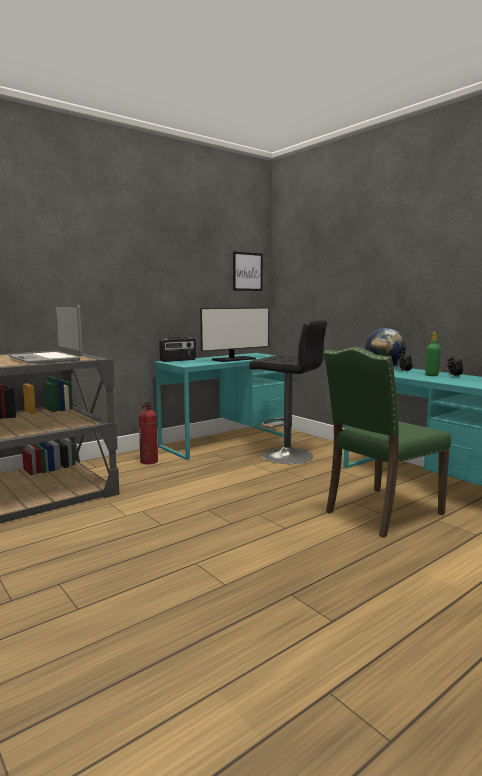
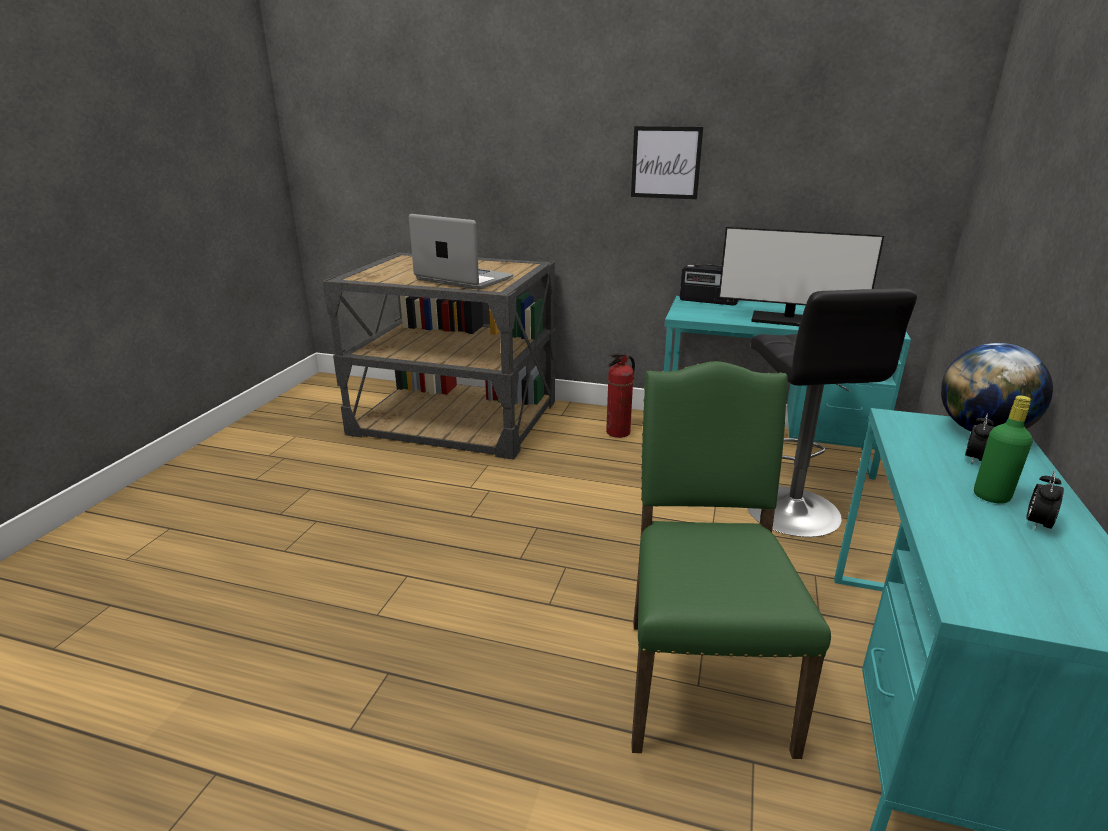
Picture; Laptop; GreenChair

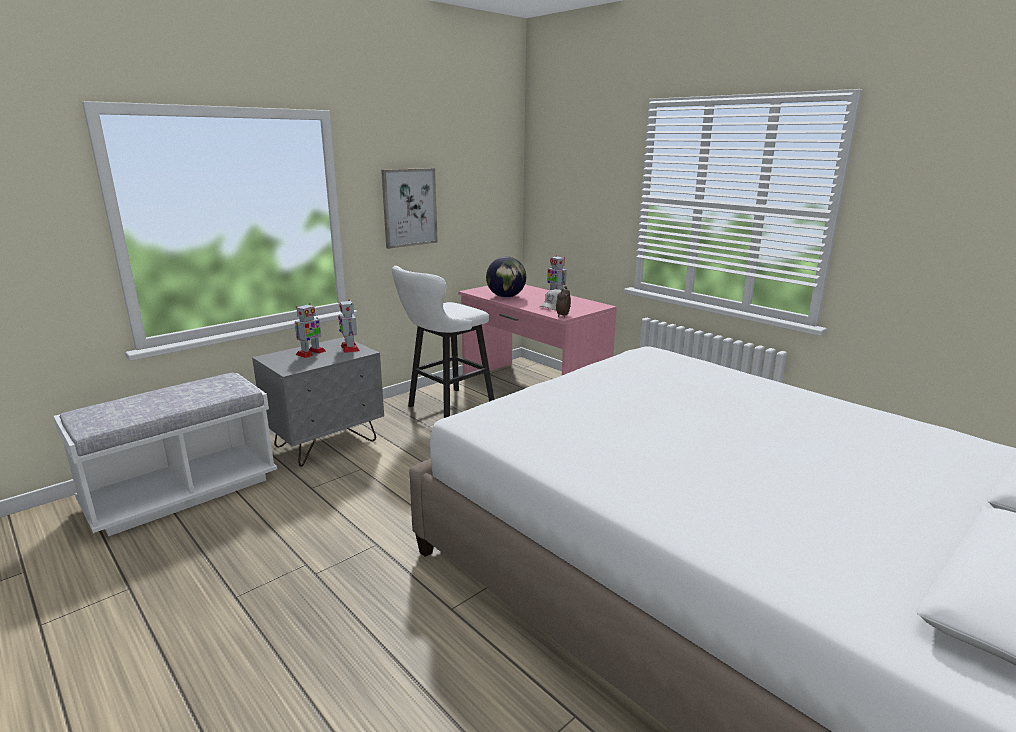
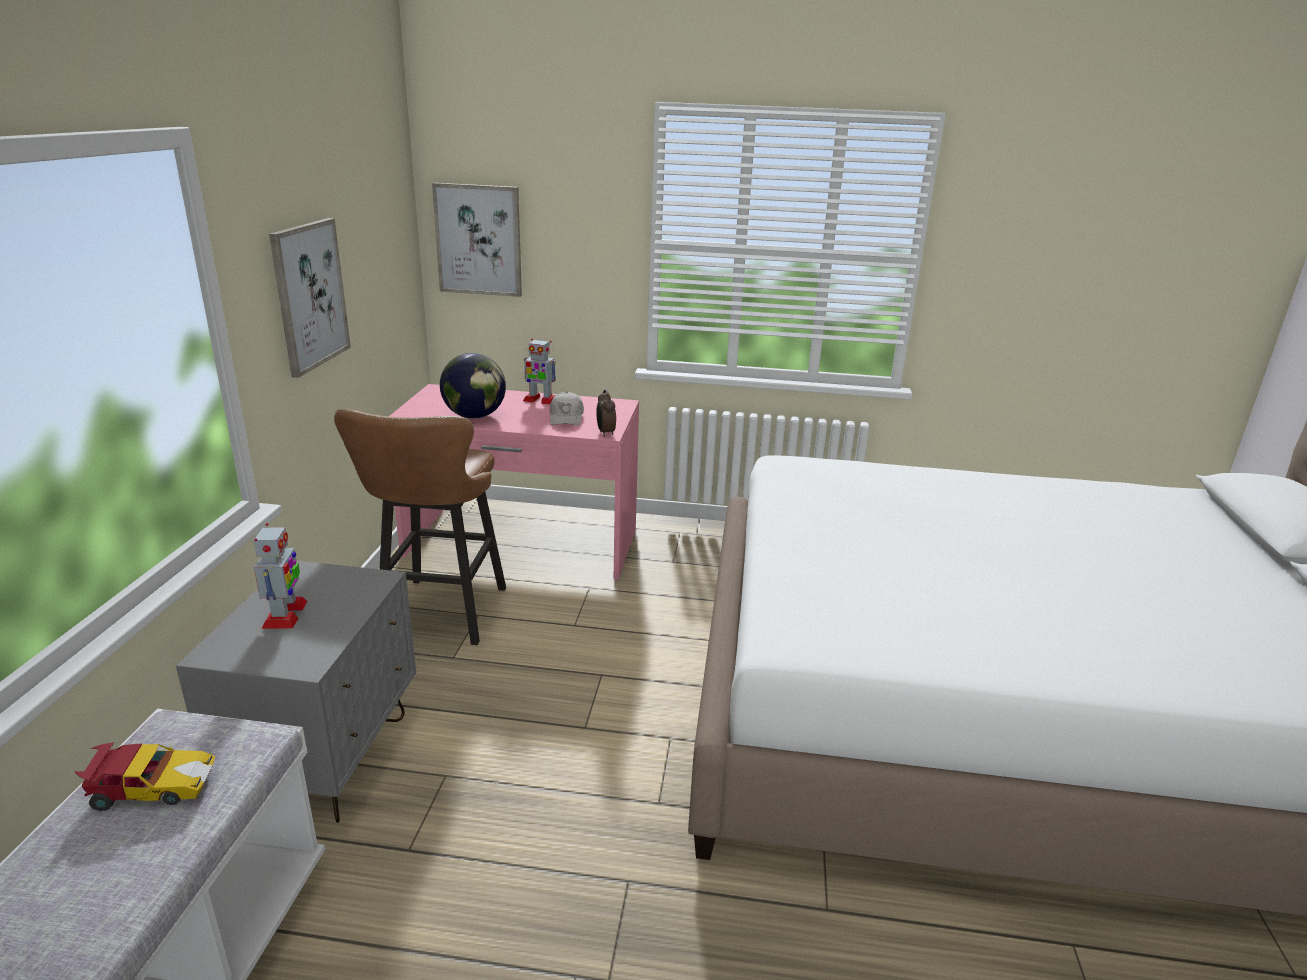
ToyRobot (2nd from left in the first image); ToyCar; Picture (2nd from left); BrownStool

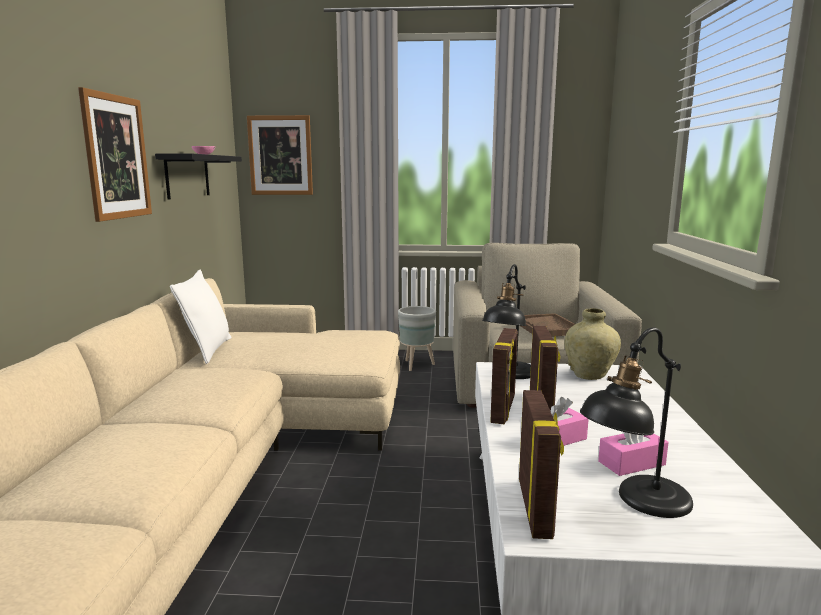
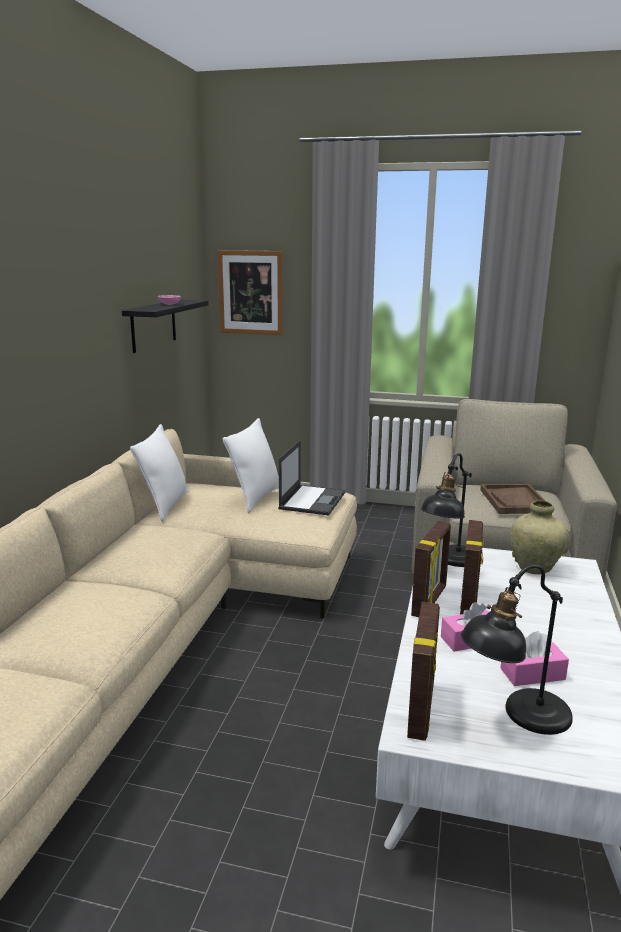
Picture (1st from left in the first image); GreyPlanter; WhitePillow (2nd from left); Laptop

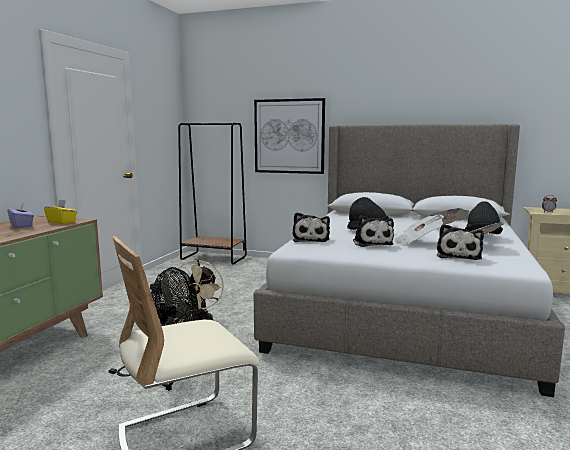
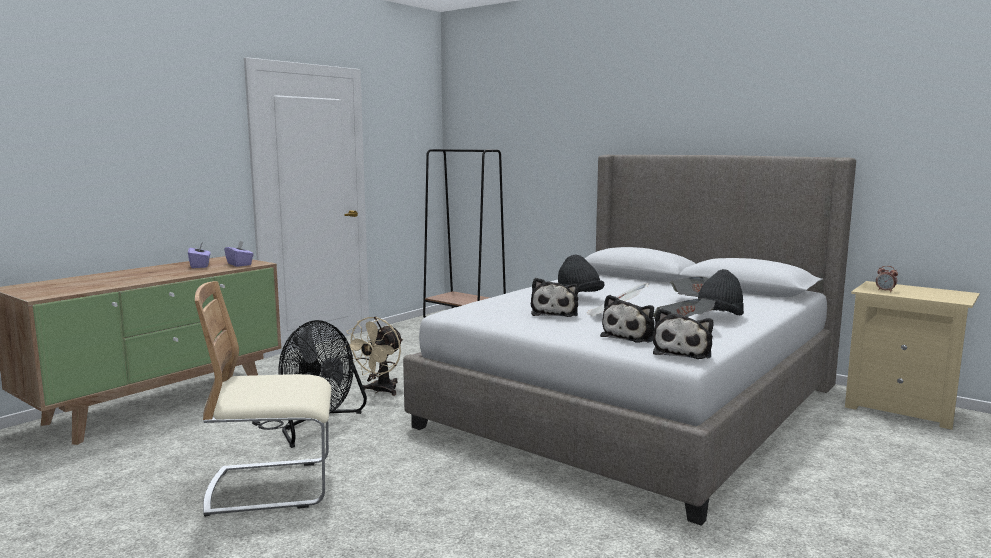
Picture; PlushToy (3rd from left); PurpleTissueBox (2nd from left)

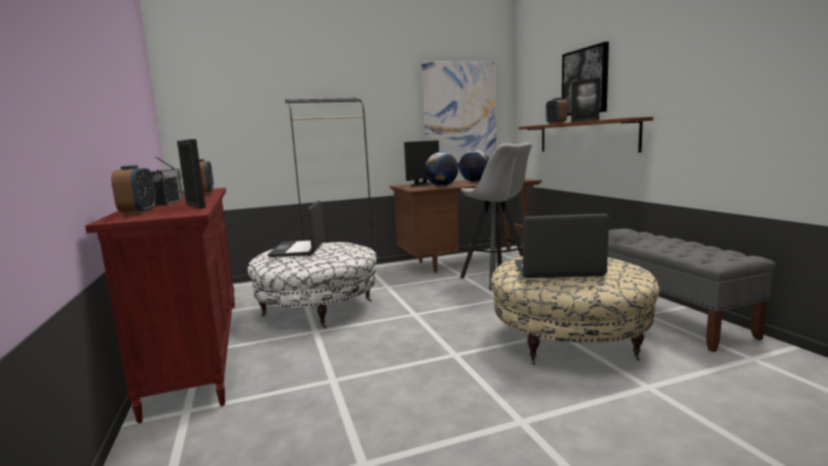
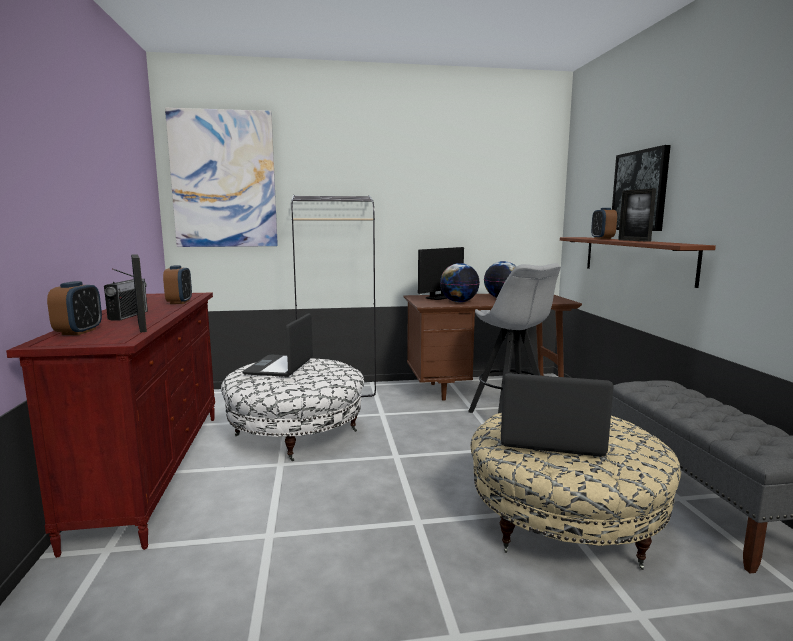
Picture (1st from left)

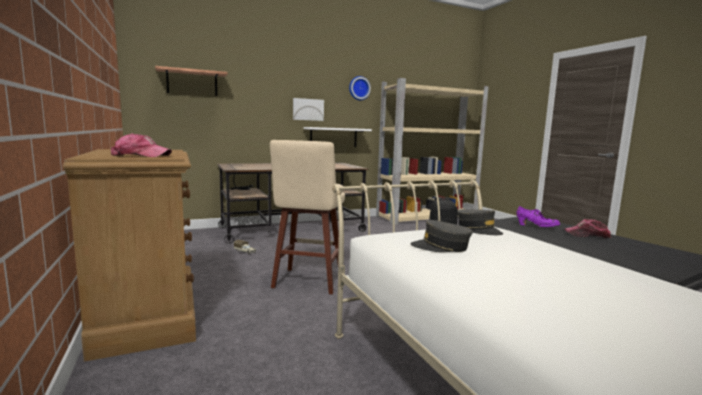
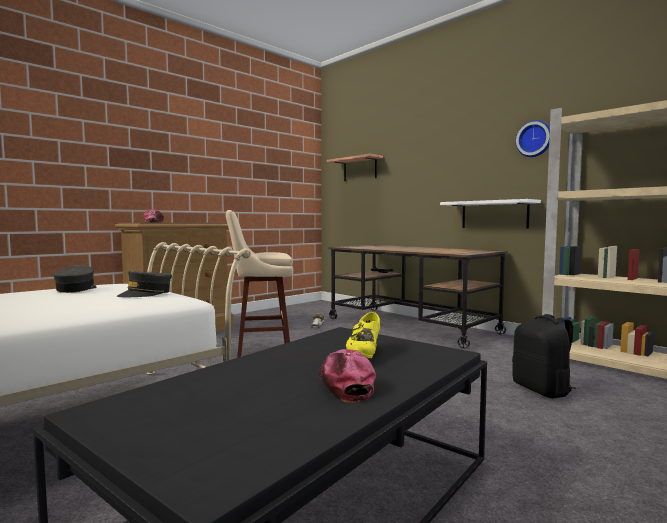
Picture; YellowShoe

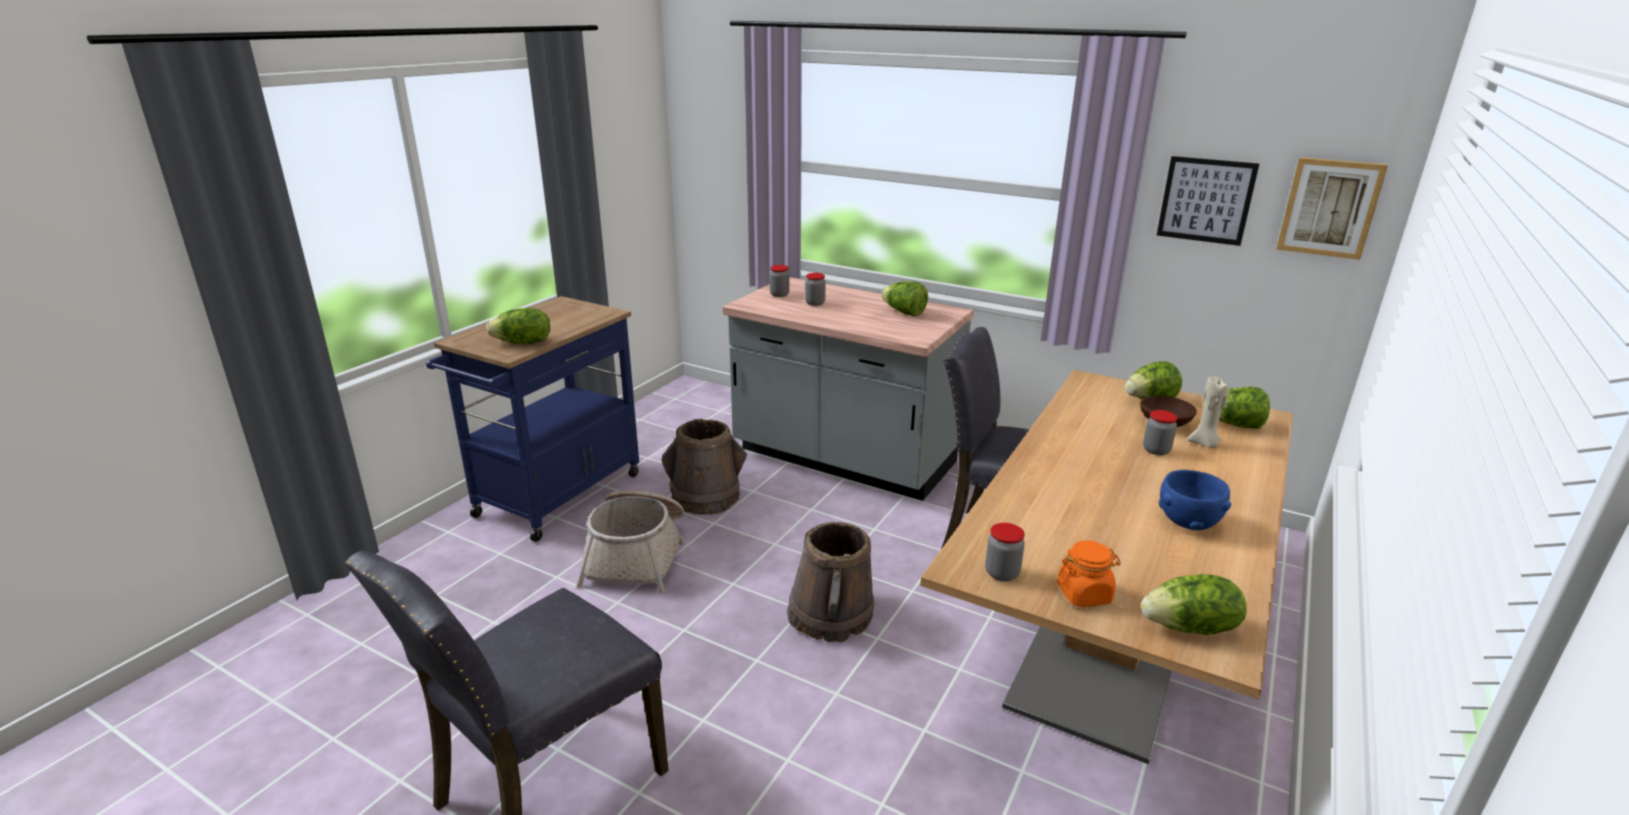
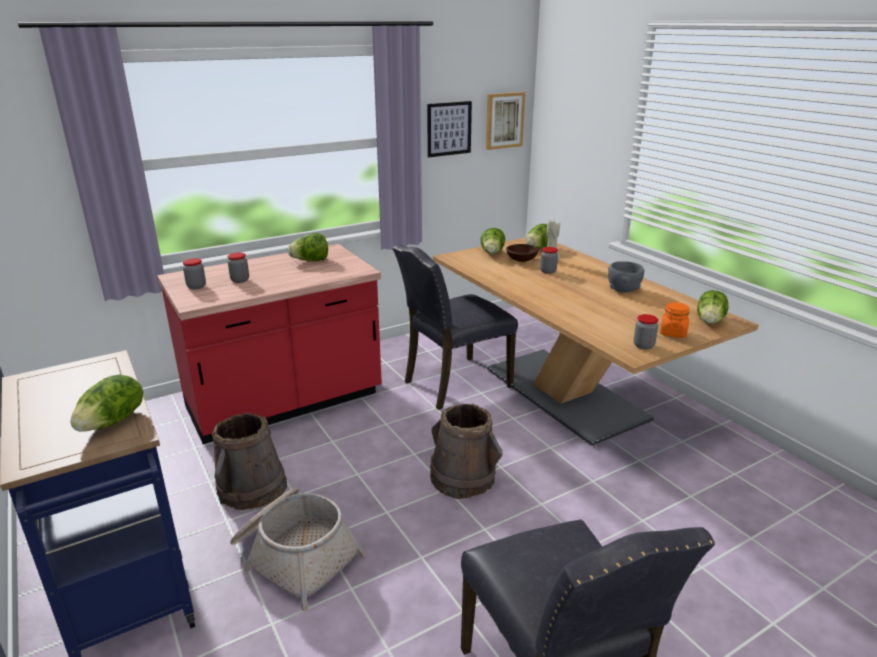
RedCounter; GreyBowl

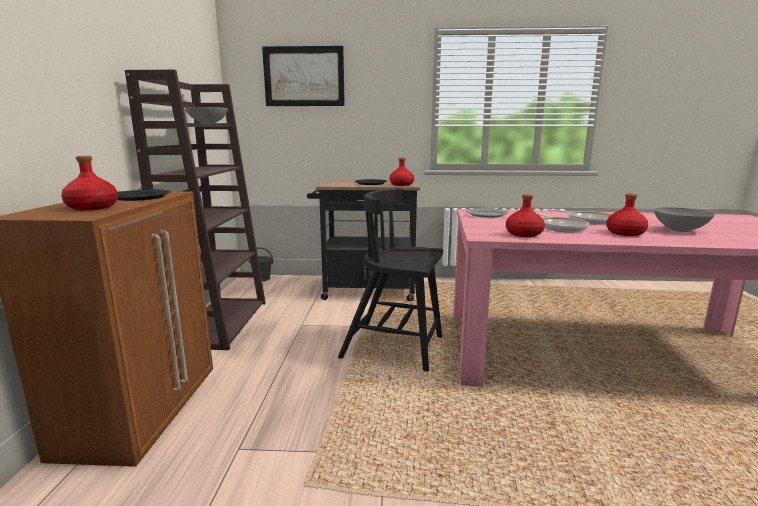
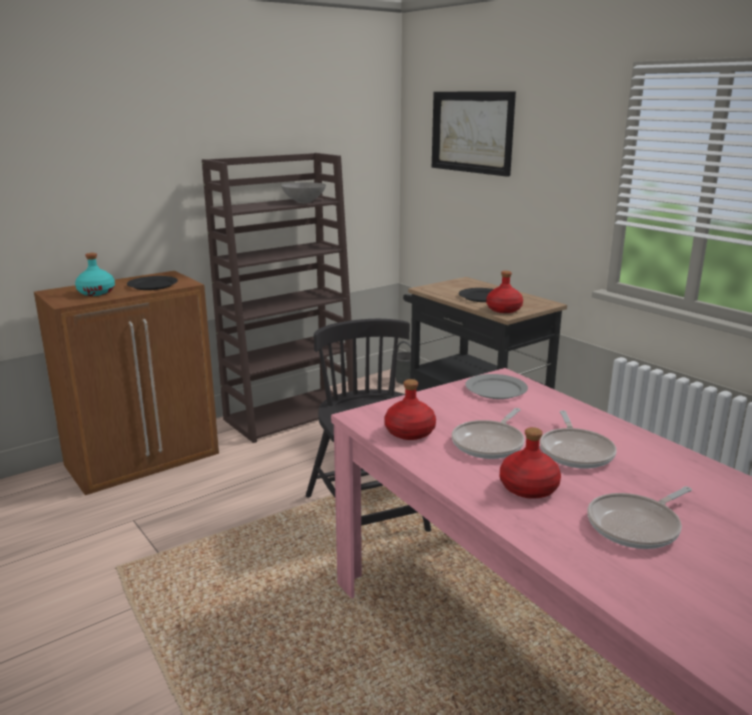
FryingPan (3rd from left); TurquoiseBottle

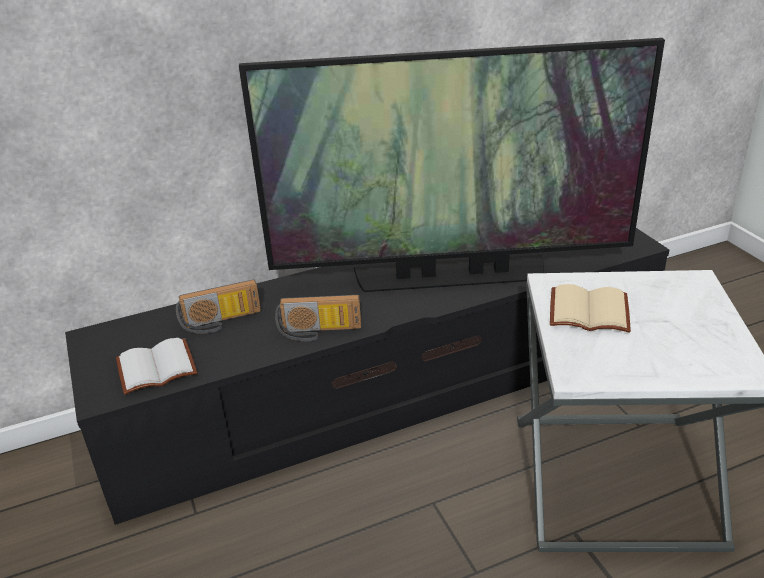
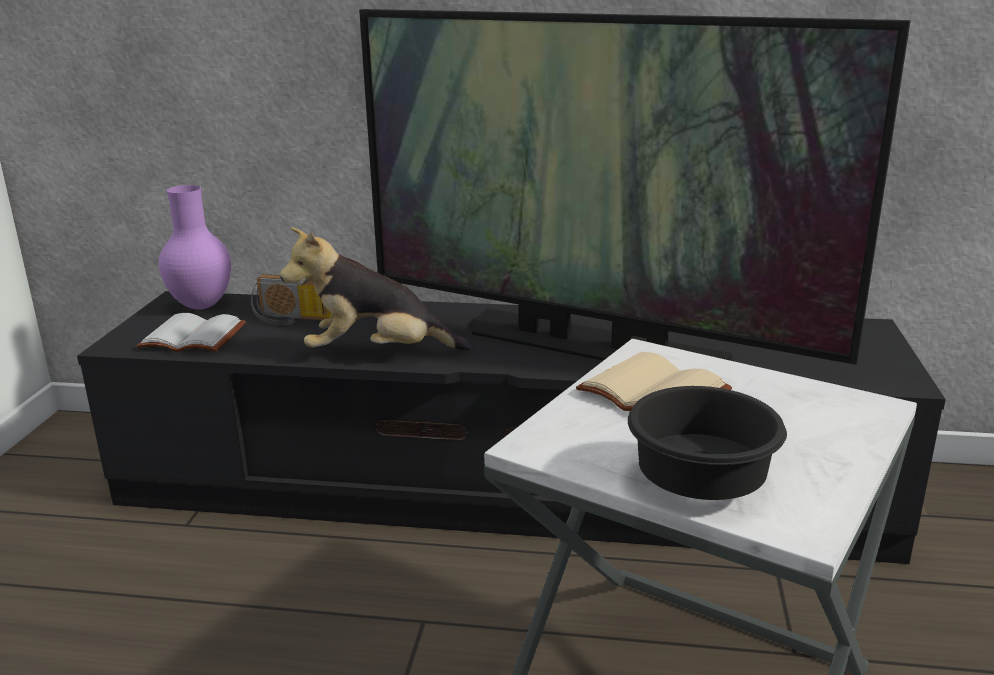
PurpleVase; BlackBowl; PlushToy

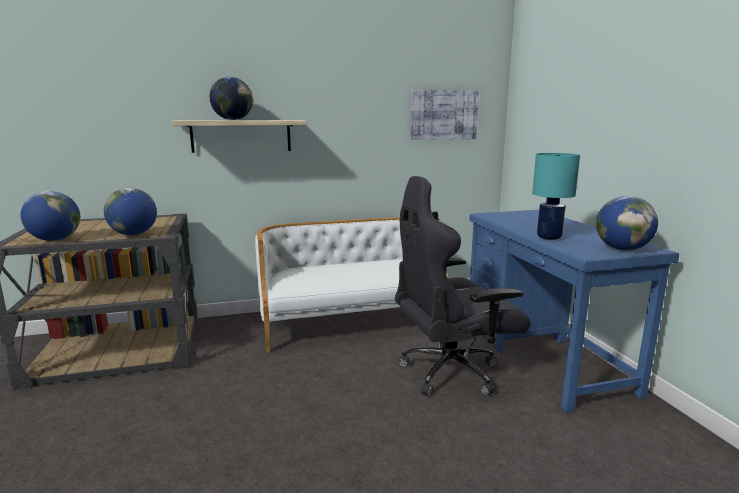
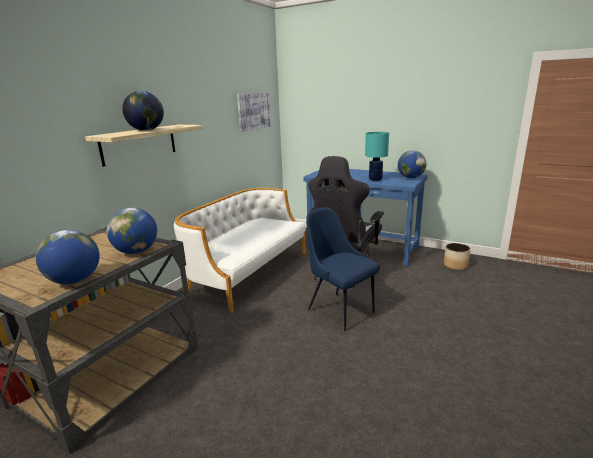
BlueChair; Planter

